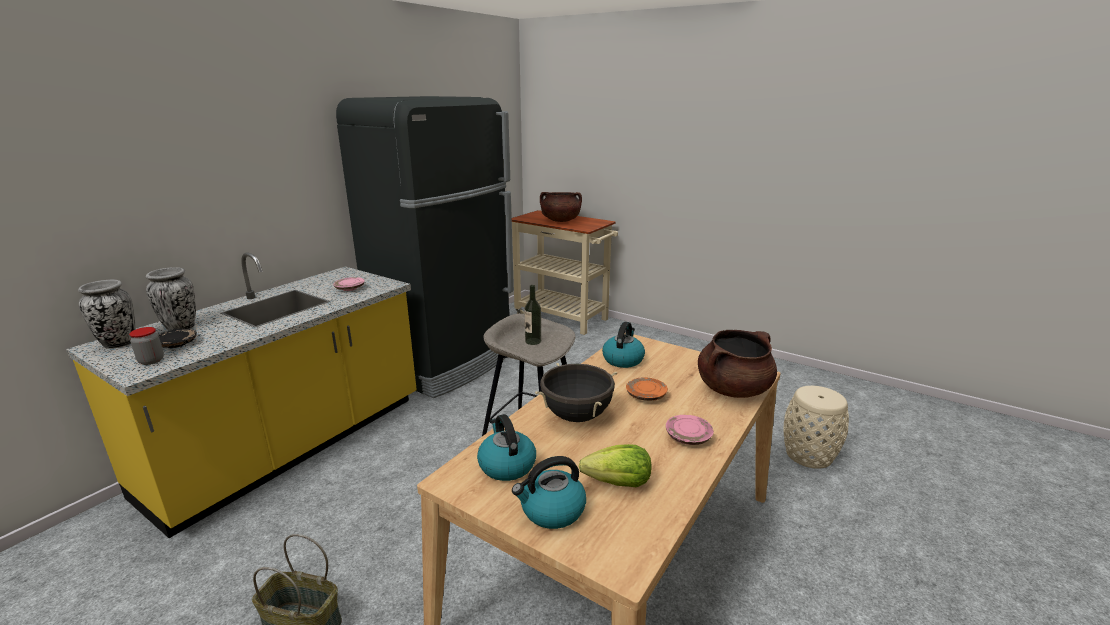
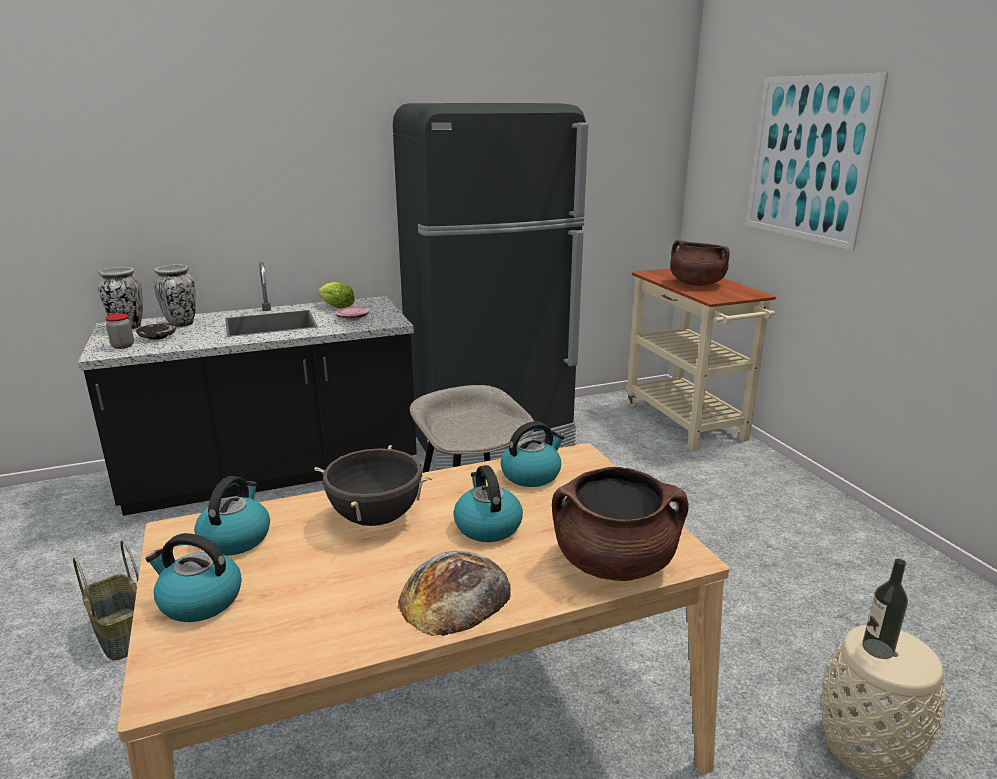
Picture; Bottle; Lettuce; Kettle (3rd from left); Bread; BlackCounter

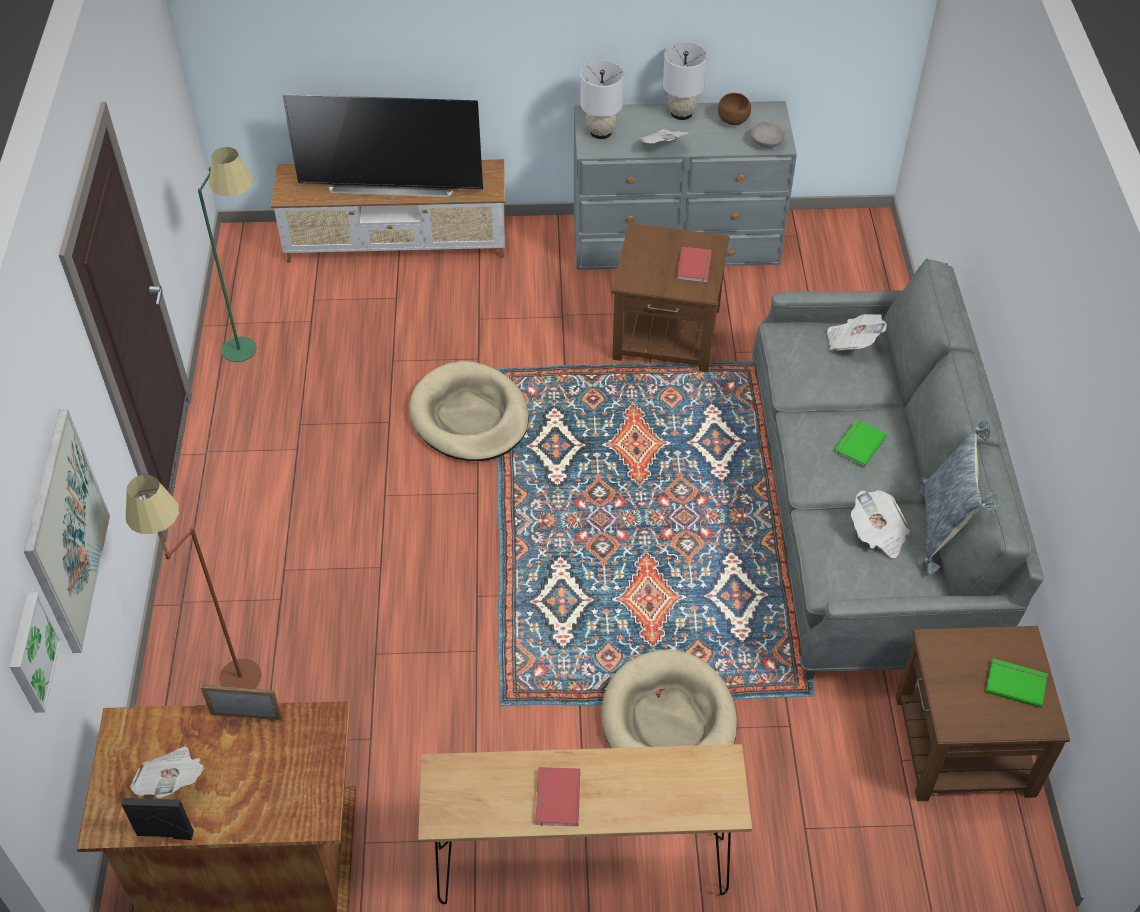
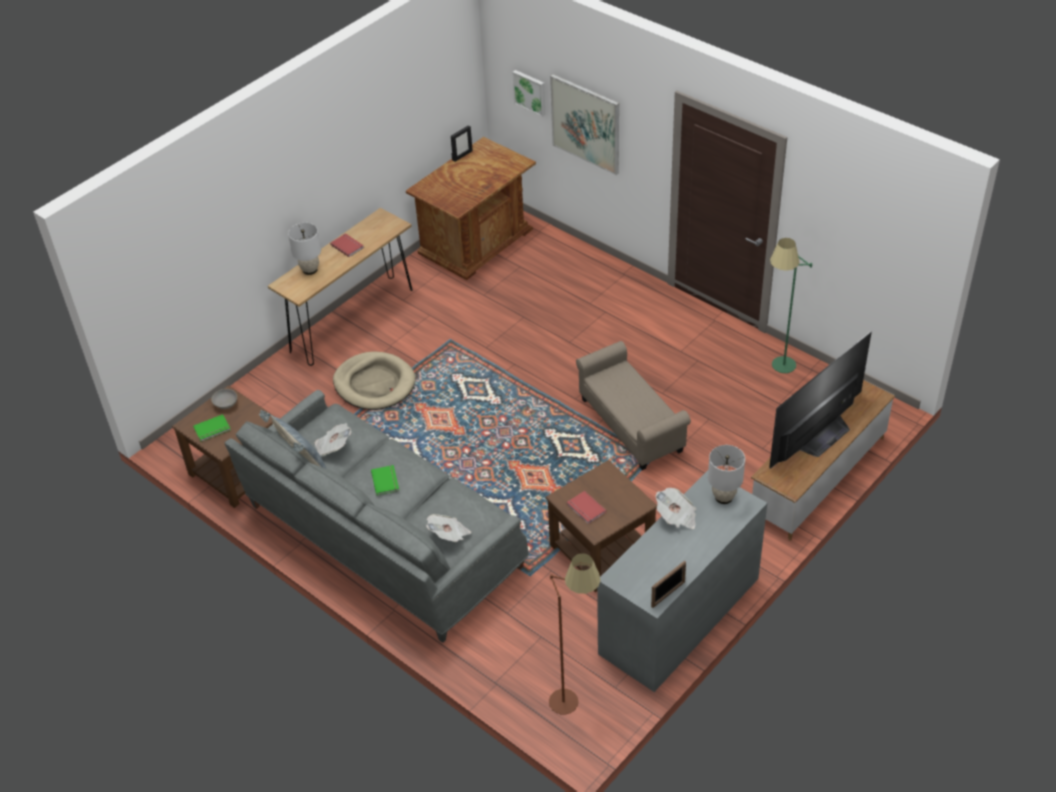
Newspaper (1st from left in the first image); BrownBowl; BrownFloorLamp; PictureFrame (2nd from left); WhiteTableLamp (1st from left); GreyBowl; BeigeOttoman

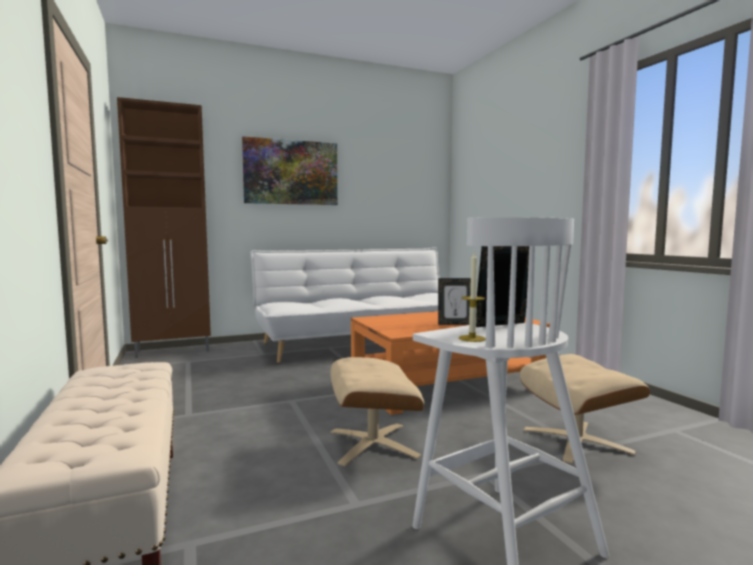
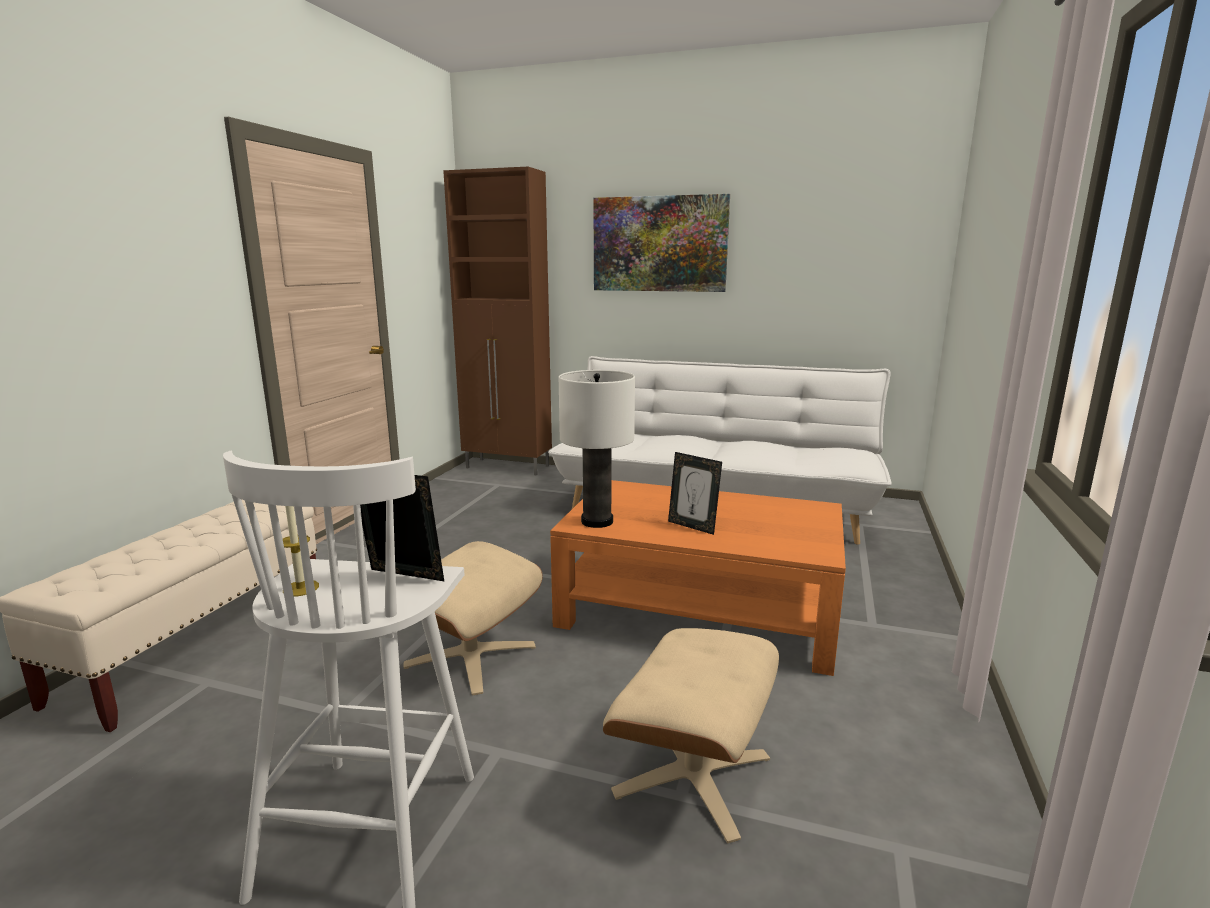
WhiteTableLamp

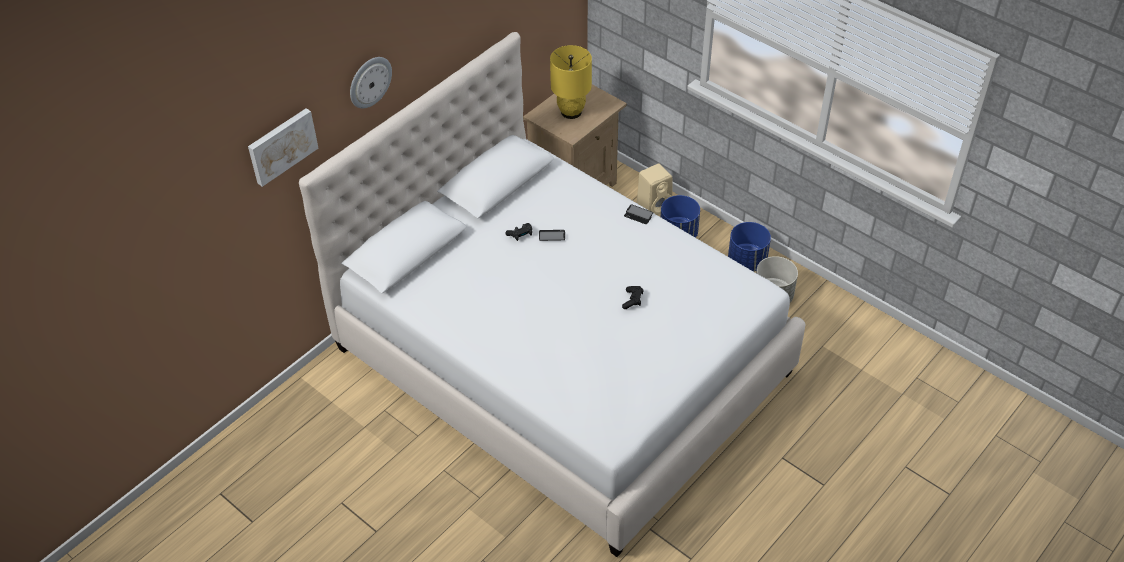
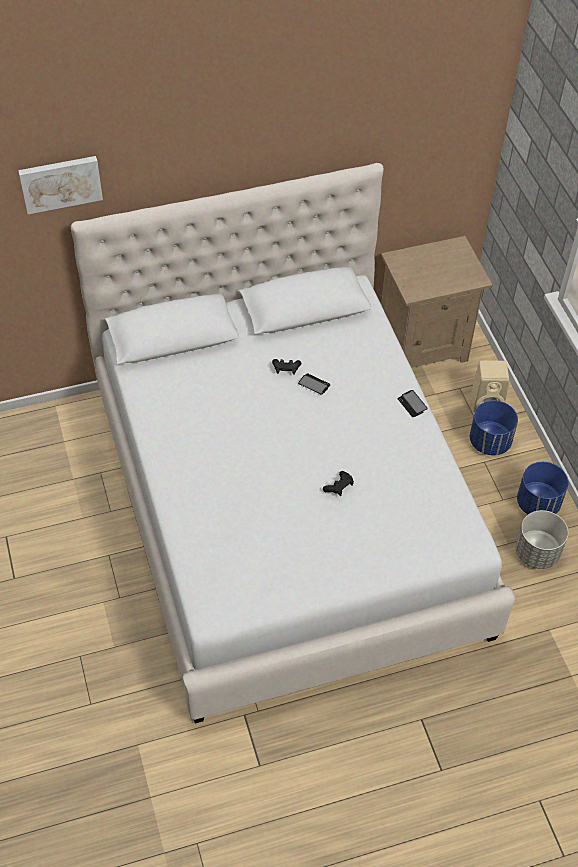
WallClock; YellowTableLamp

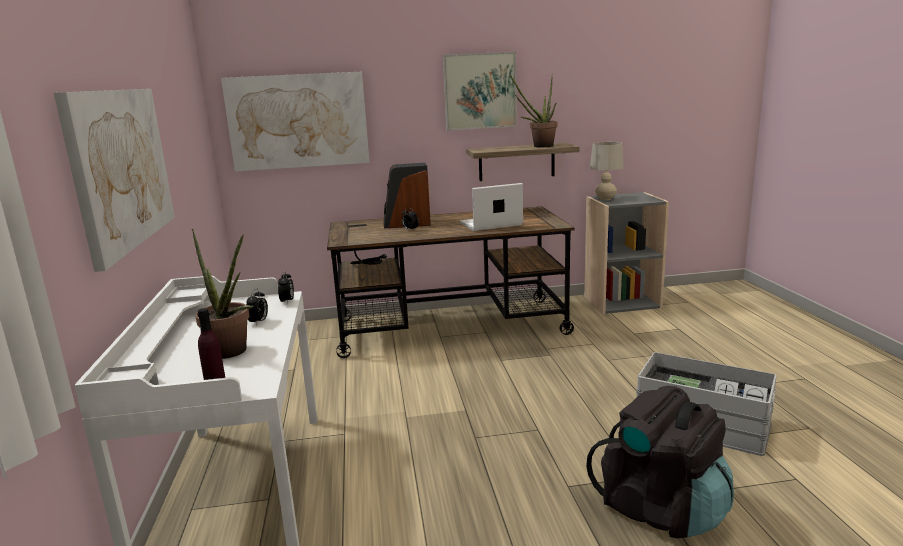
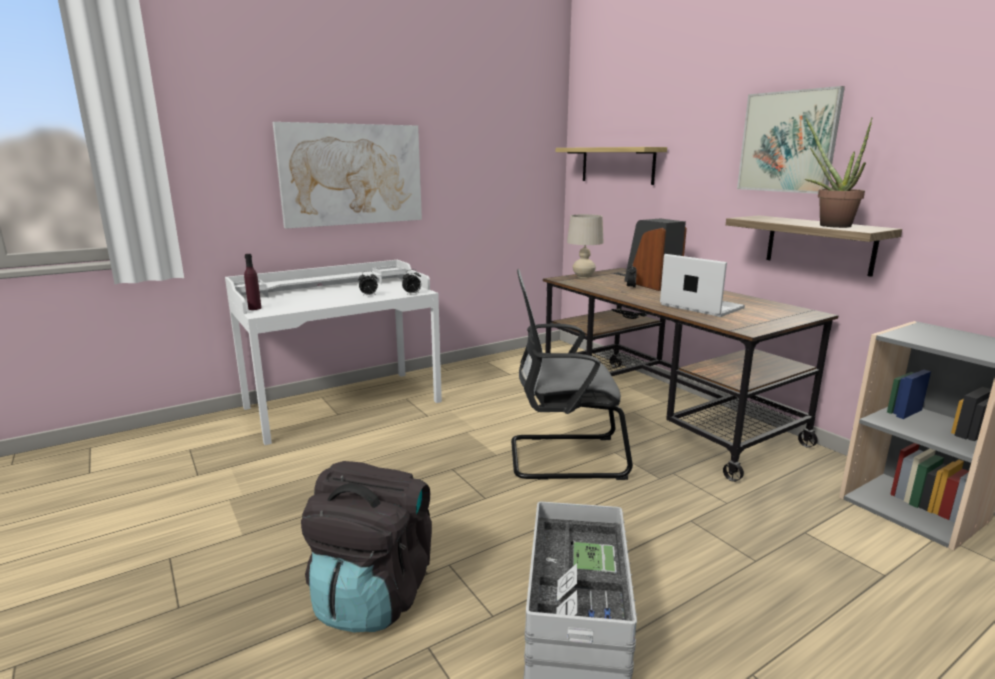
PottedPlant (1st from left in the first image); Chair; BeigeTableLamp; Shelf (1st from left)

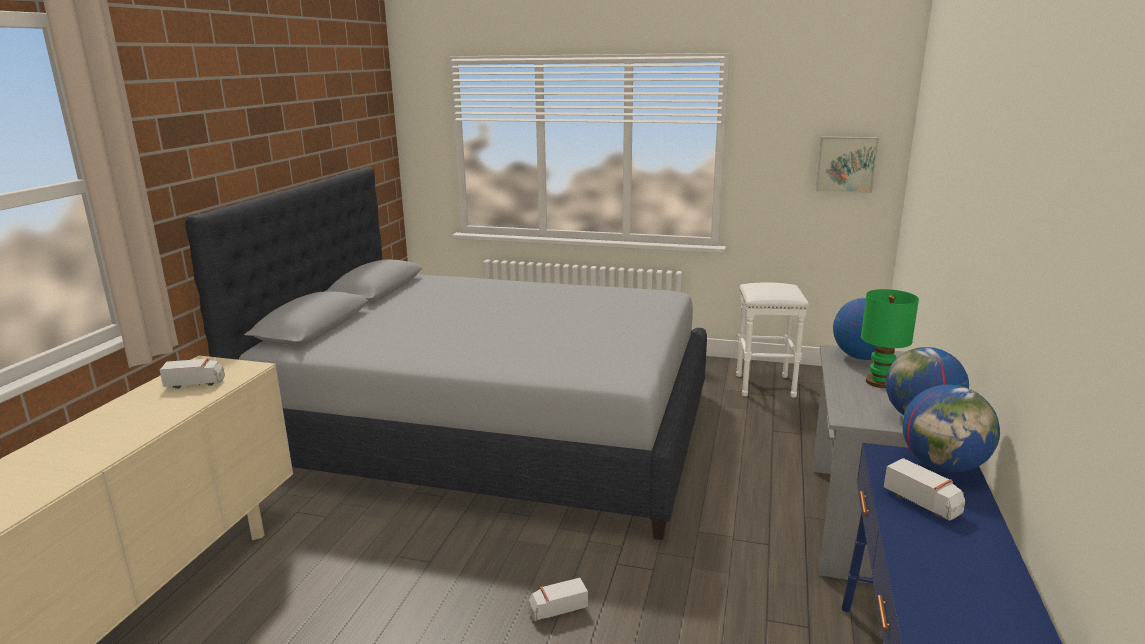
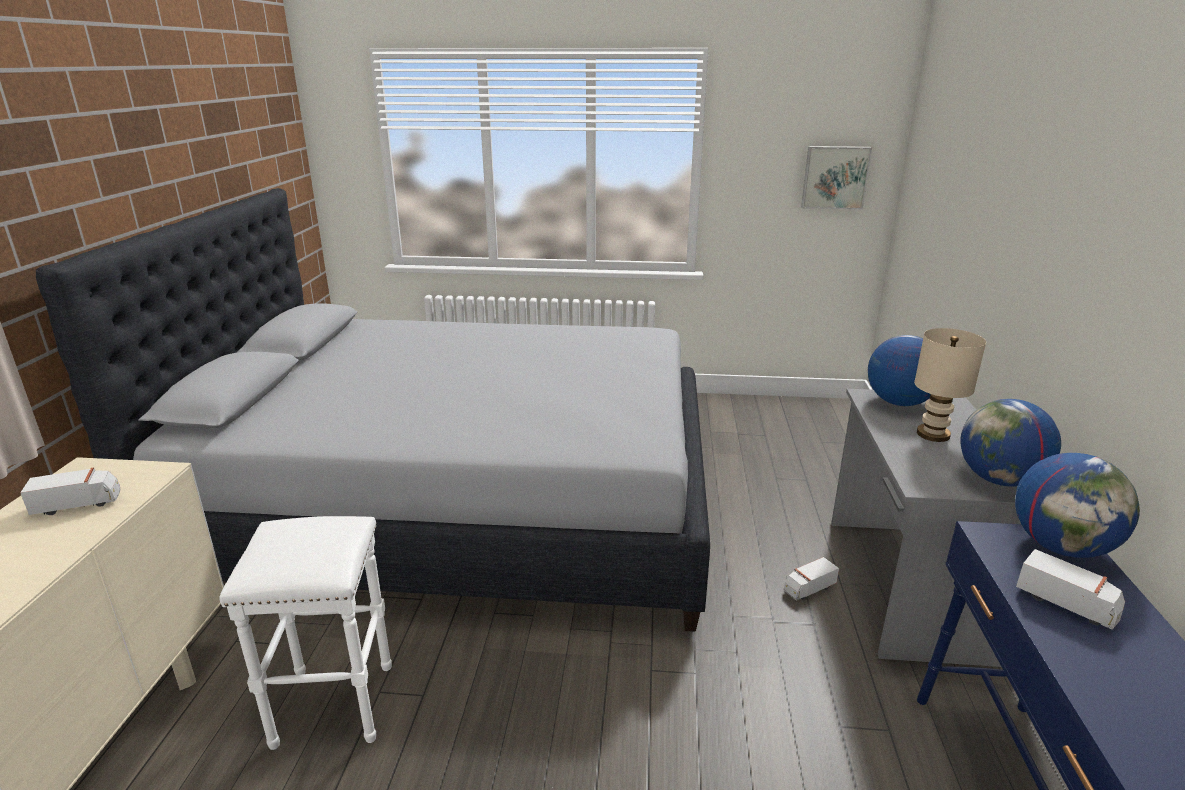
ToyTruck (2nd from left); WhiteStool; BeigeTableLamp

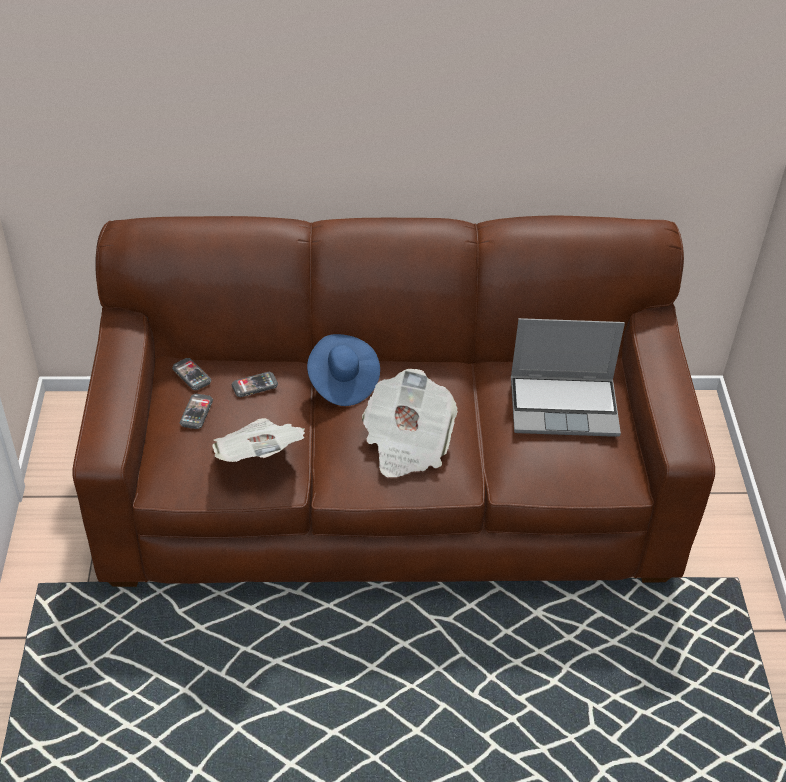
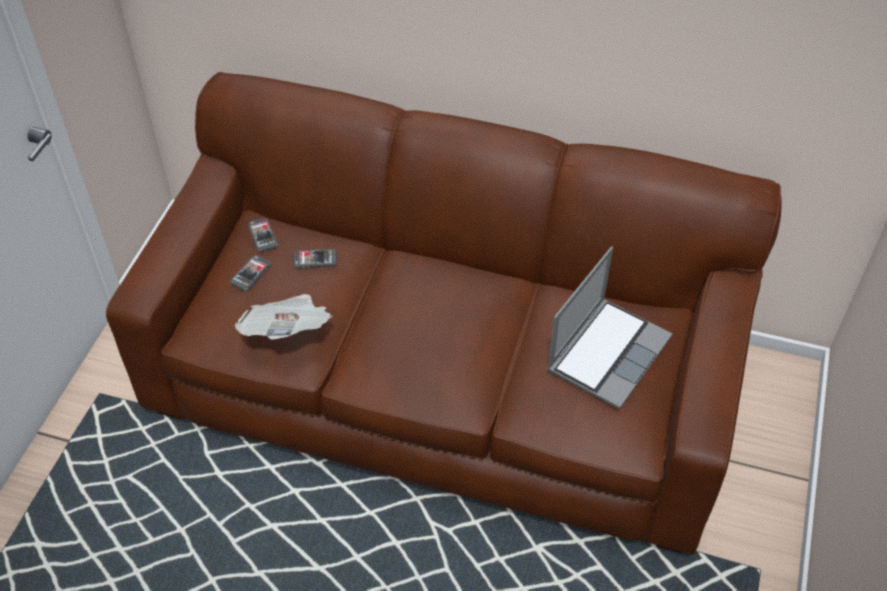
BlueHat; Newspaper (2nd from left in the first image); Laptop

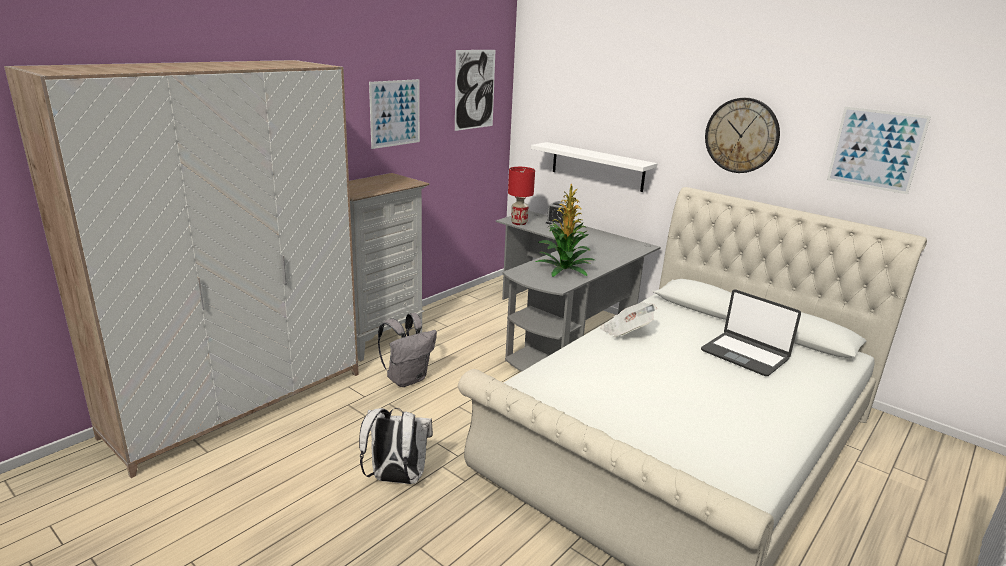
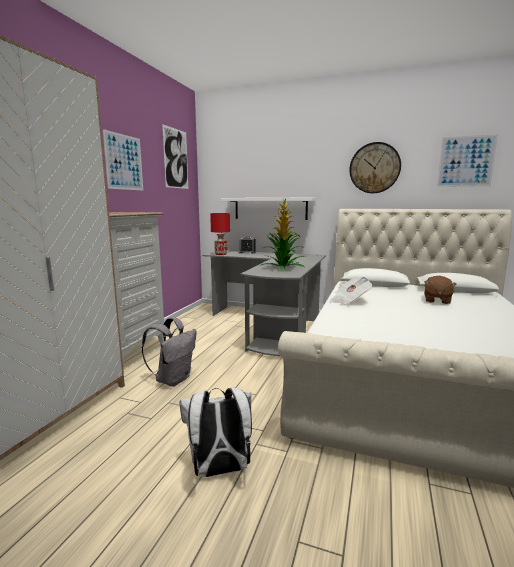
BrownPlushToy

